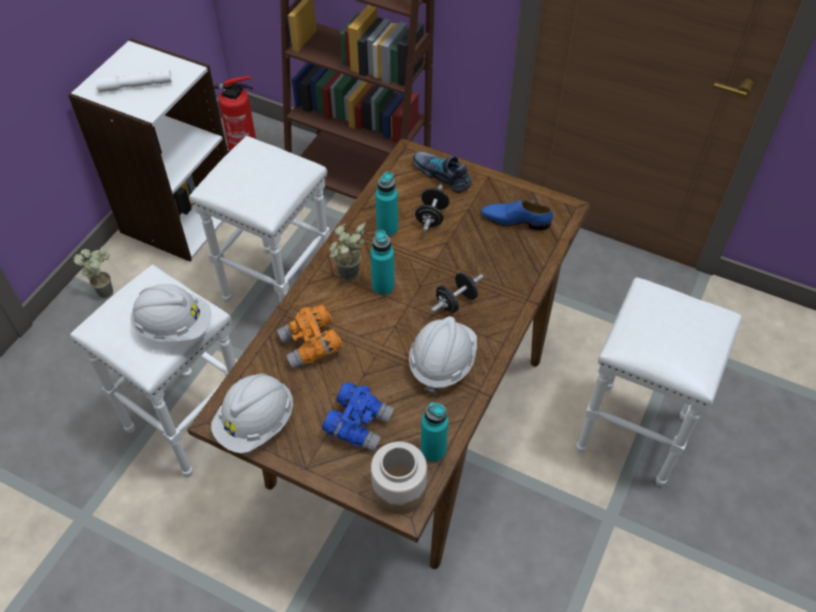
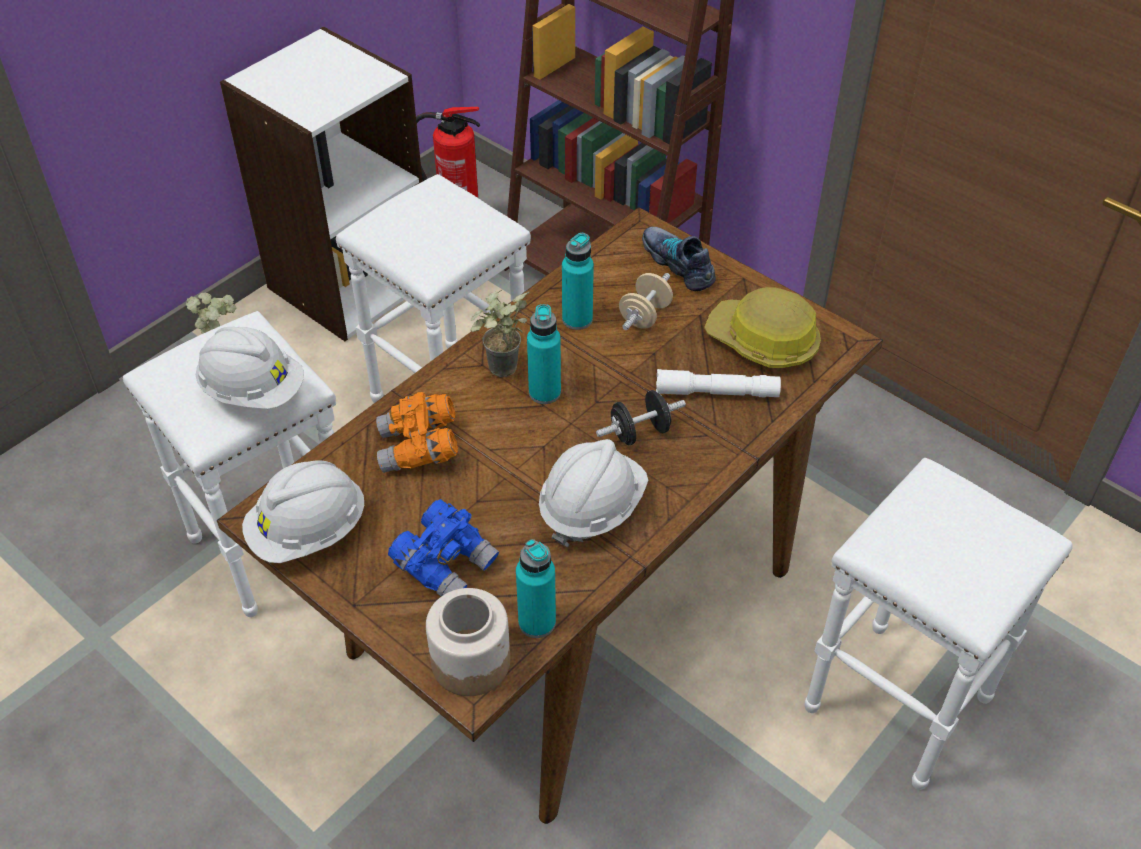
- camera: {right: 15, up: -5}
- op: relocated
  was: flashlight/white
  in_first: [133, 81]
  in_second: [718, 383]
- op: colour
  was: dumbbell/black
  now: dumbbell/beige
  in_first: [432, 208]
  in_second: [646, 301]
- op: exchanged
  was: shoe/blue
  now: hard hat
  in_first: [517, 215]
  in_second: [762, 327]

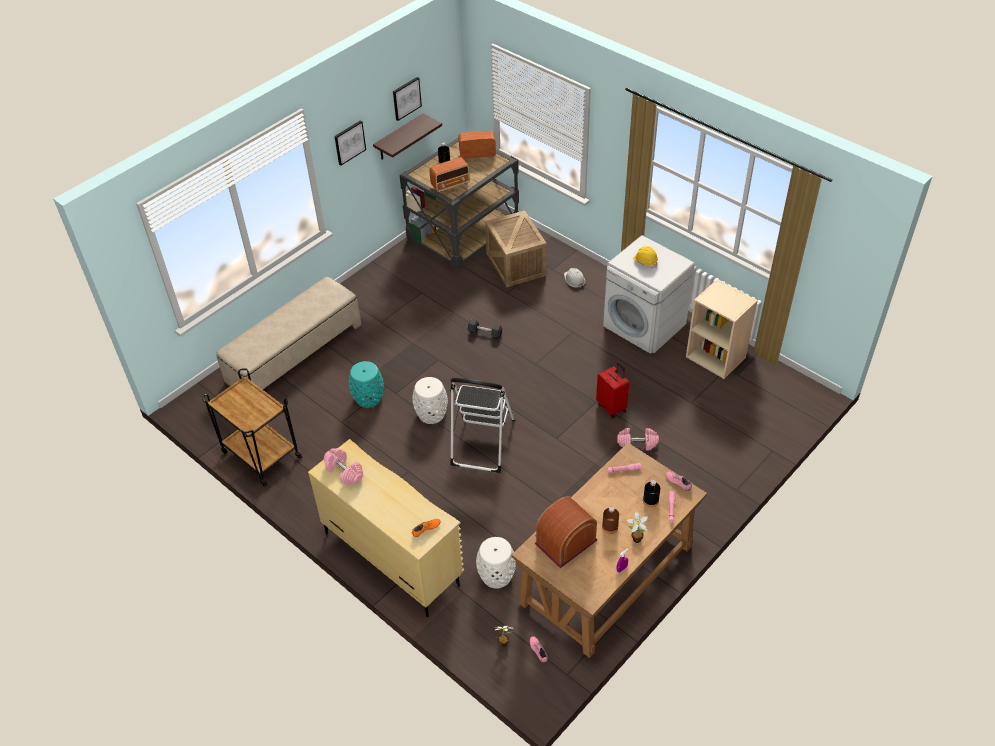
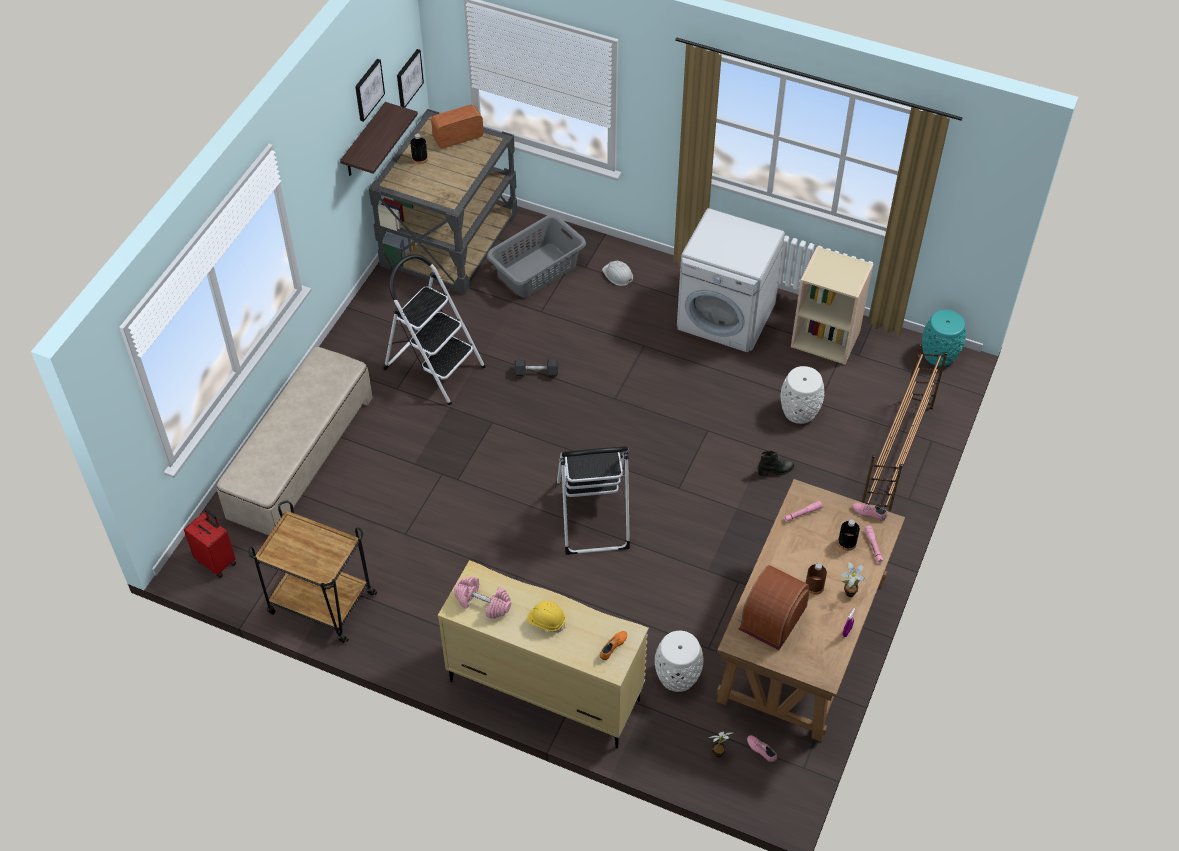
- camera: {right: -20, up: 5}
- op: relocated
  was: picture
  in_first: [350, 142]
  in_second: [410, 78]
- op: missing
  was: radio
  in_first: [449, 174]
- op: exchanged
  was: crate
  now: laundry basket/grey
  in_first: [516, 248]
  in_second: [536, 256]
- op: relocated
  was: hard hat/yellow
  in_first: [645, 257]
  in_second: [546, 616]
- op: relocated
  was: stool/turquoise
  in_first: [366, 384]
  in_second: [944, 338]
- op: relocated
  was: suitcase/red
  in_first: [612, 390]
  in_second: [210, 543]
- op: relocated
  was: stool/white
  in_first: [430, 400]
  in_second: [802, 395]
- op: exchanged
  was: dumbbell/pink
  now: boot/black
  in_first: [638, 439]
  in_second: [776, 463]
- op: appeared
  now: step ladder
  in_second: [434, 329]
- op: appeared
  now: shoe rack/brown
  in_second: [904, 428]

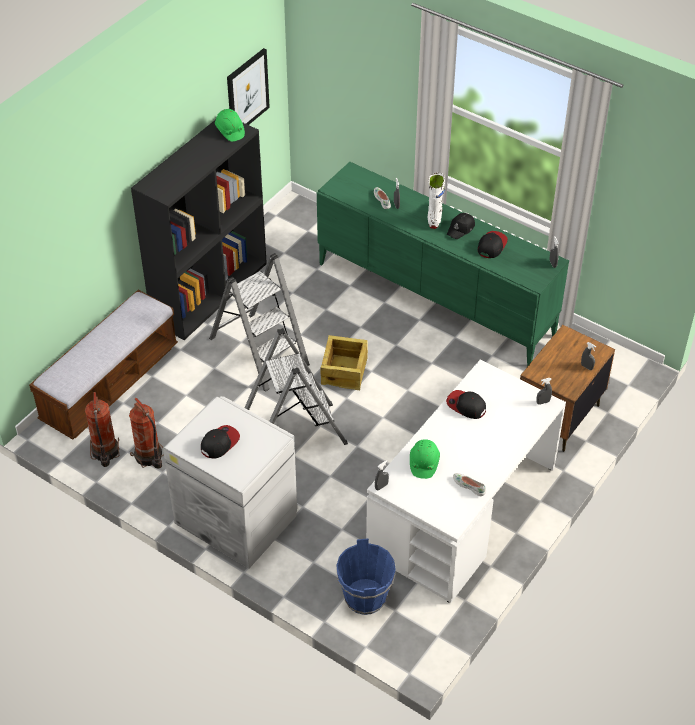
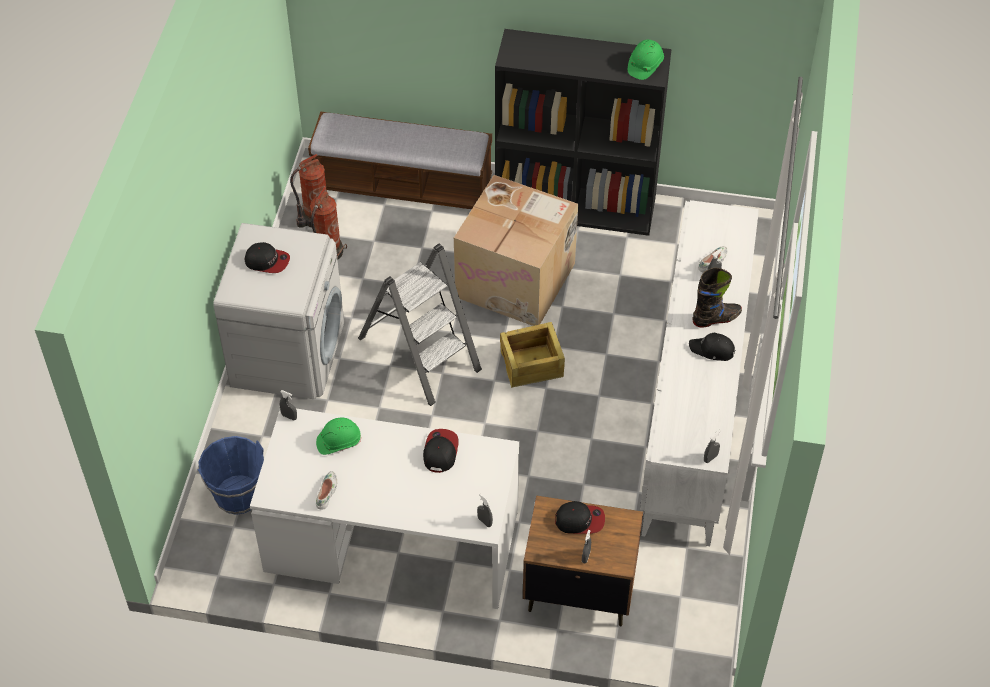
- camera: {right: 65, up: 5}
- op: missing
  was: picture
  in_first: [248, 86]
- op: colour
  was: cabinet/green
  now: cabinet/white
  in_first: [443, 264]
  in_second: [699, 373]
- op: colour
  was: boot/white
  now: boot/black
  in_first: [436, 201]
  in_second: [717, 298]
- op: relocated
  was: cap
  in_first: [493, 244]
  in_second: [580, 517]
- op: exchanged
  was: step ladder/grey
  now: cardboard box
  in_first: [259, 322]
  in_second: [516, 250]

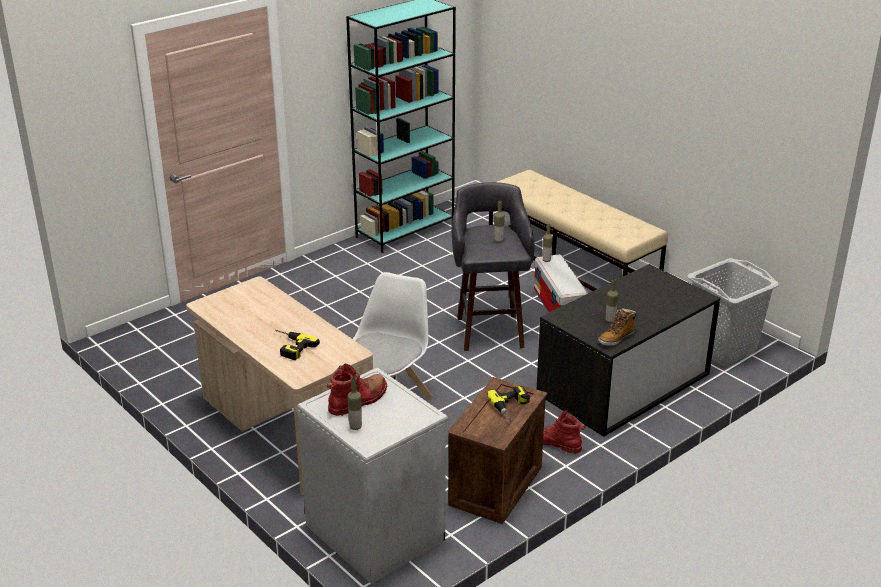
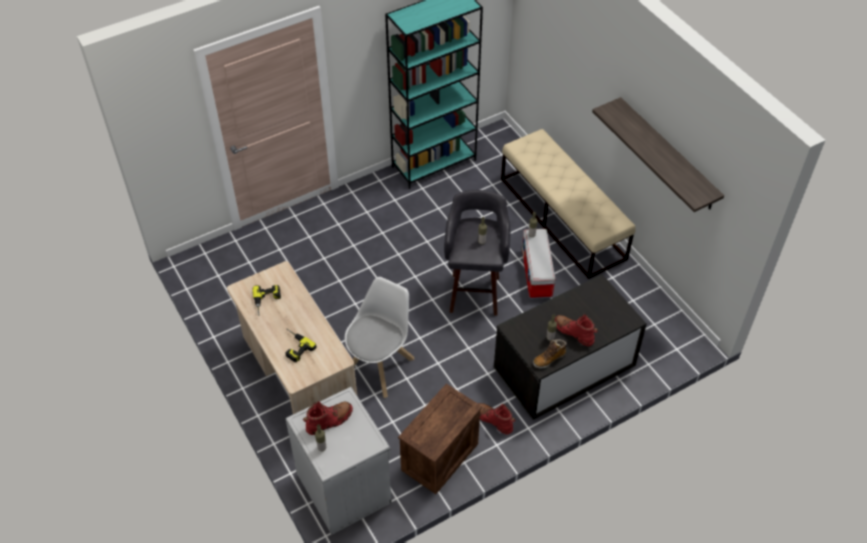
- camera: {right: 10, up: 20}
- op: missing
  was: laundry basket/grey
  in_first: [733, 312]
- op: relocated
  was: power drill
  in_first: [508, 404]
  in_second: [266, 300]
- op: appeared
  now: shelf
  in_second: [658, 154]
- op: appeared
  now: boot/red
  in_second: [576, 330]

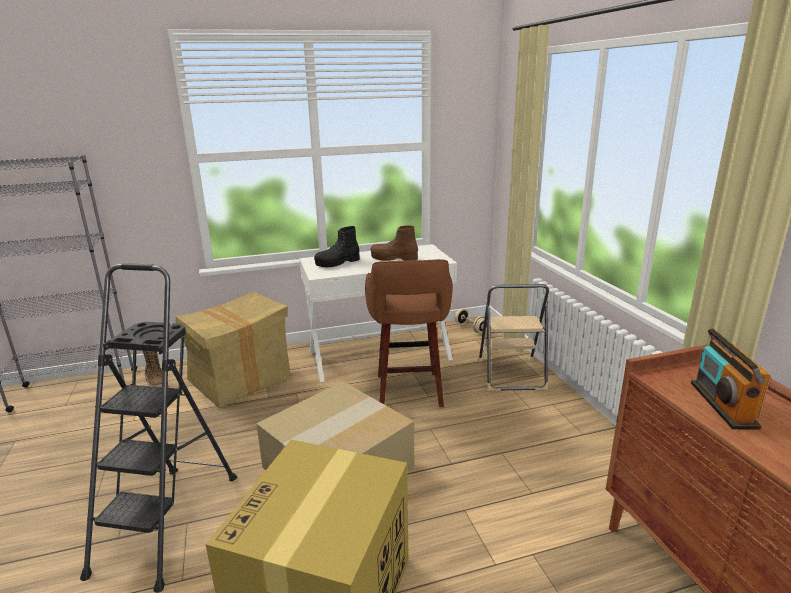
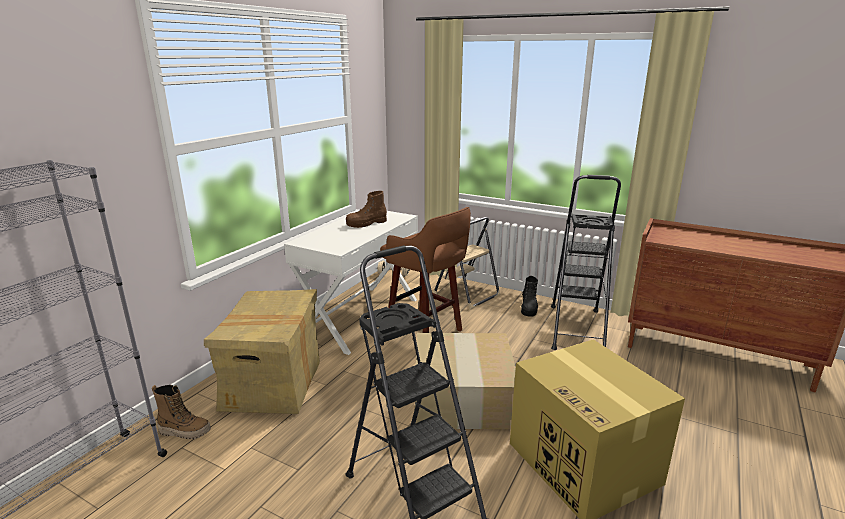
- camera: {right: -45, up: 0}
- op: relocated
  was: boot/black
  in_first: [337, 246]
  in_second: [529, 296]
- op: missing
  was: radio
  in_first: [731, 379]
- op: appeared
  now: step ladder
  in_second: [586, 262]

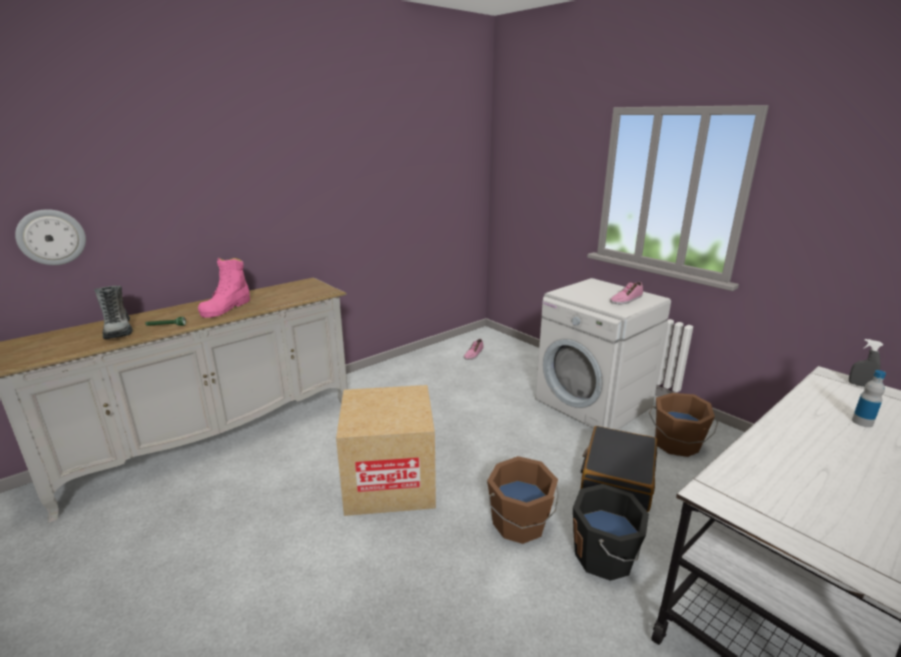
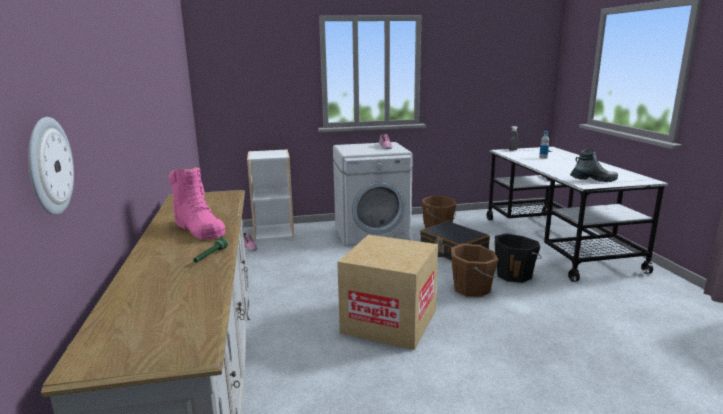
- camera: {right: -60, up: -5}
- op: relocated
  was: boot
  in_first: [113, 312]
  in_second: [594, 165]
- op: appeared
  now: bookcase
  in_second: [270, 195]

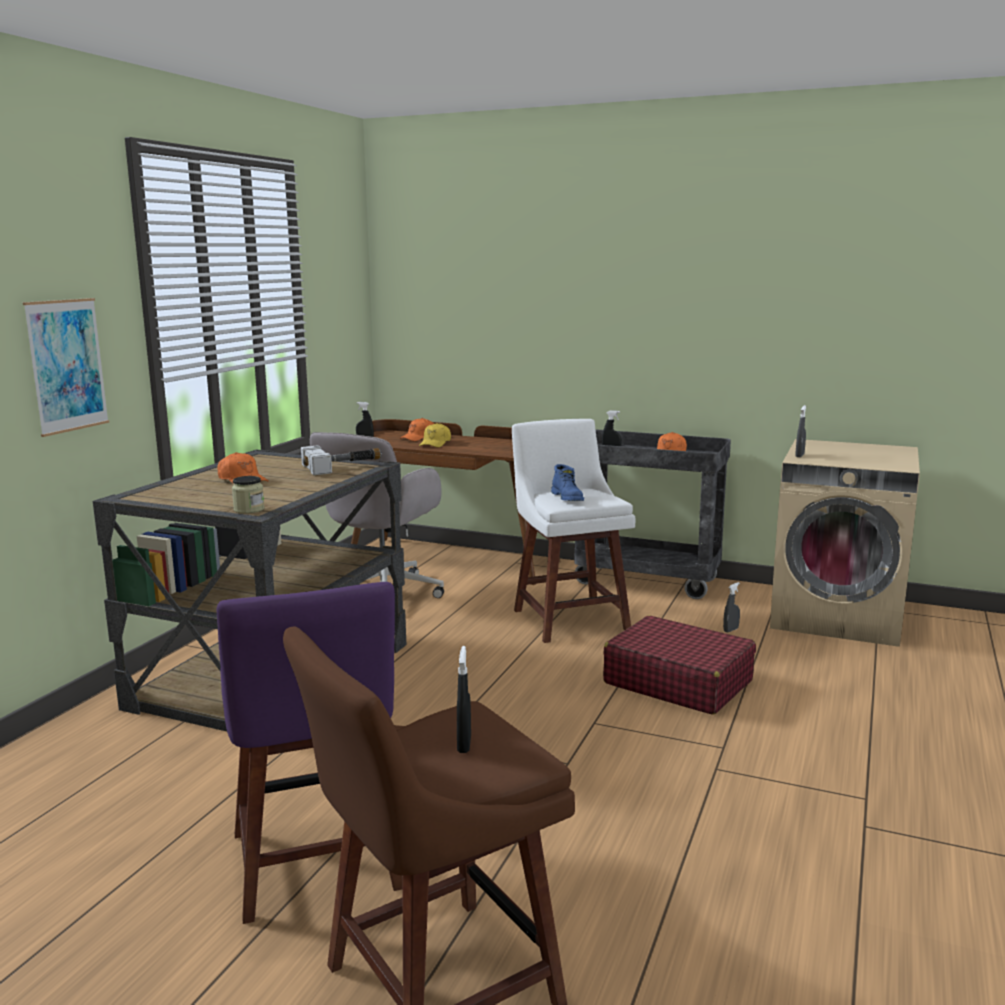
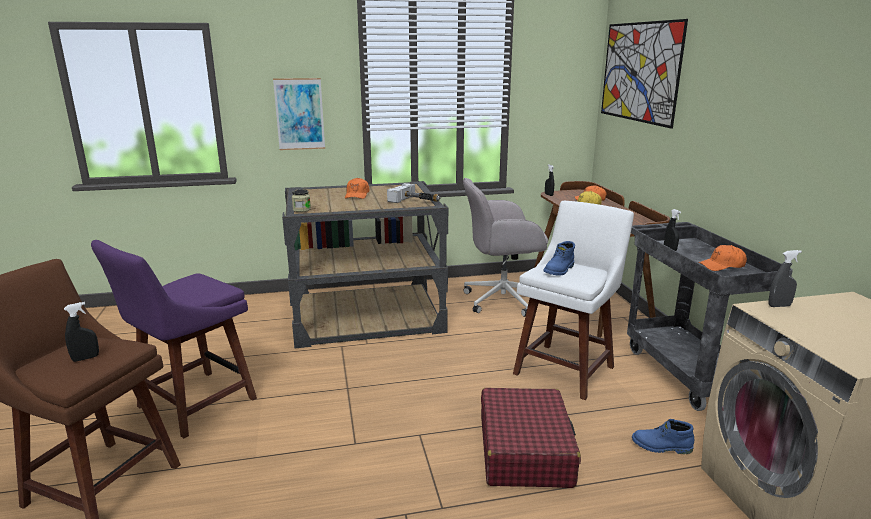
- camera: {right: 55, up: 5}
- op: exchanged
  was: spray bottle/grey
  now: boot/blue
  in_first: [731, 607]
  in_second: [663, 436]
- op: appeared
  now: picture
  in_second: [644, 74]

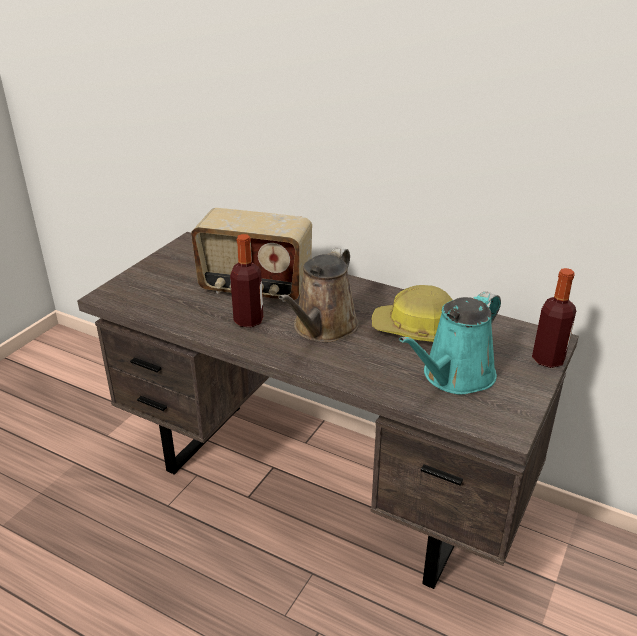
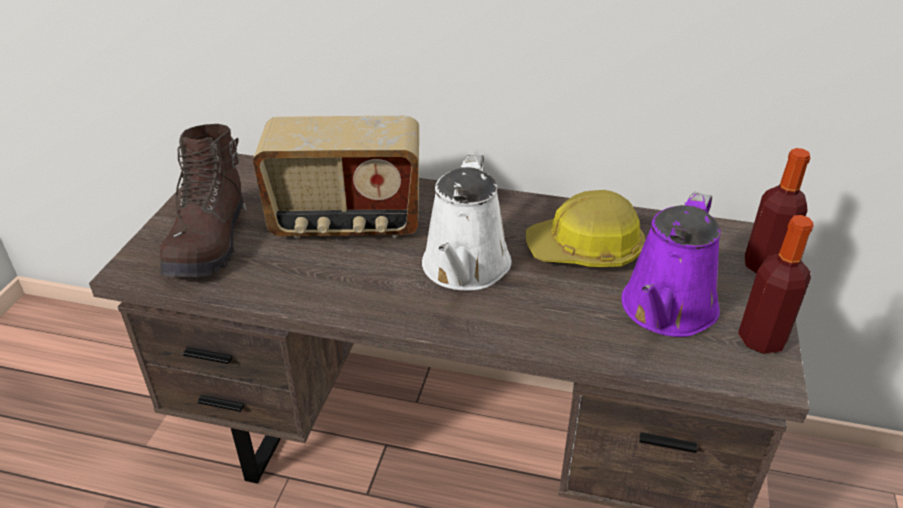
- camera: {right: -15, up: 5}
- op: relocated
  was: bottle
  in_first: [246, 280]
  in_second: [776, 284]
- op: colour
  was: watering can/brown
  now: watering can/white
  in_first: [318, 295]
  in_second: [466, 222]
- op: colour
  was: watering can/turquoise
  now: watering can/purple
  in_first: [450, 343]
  in_second: [671, 264]
- op: appeared
  now: boot/brown
  in_second: [203, 200]

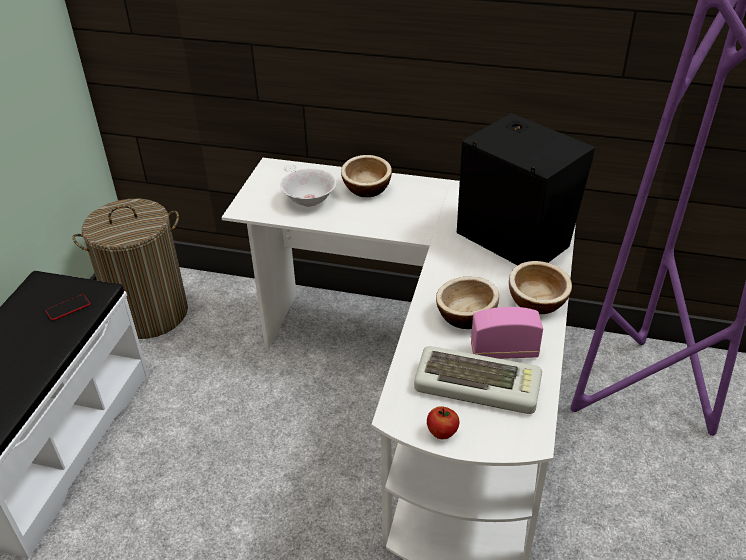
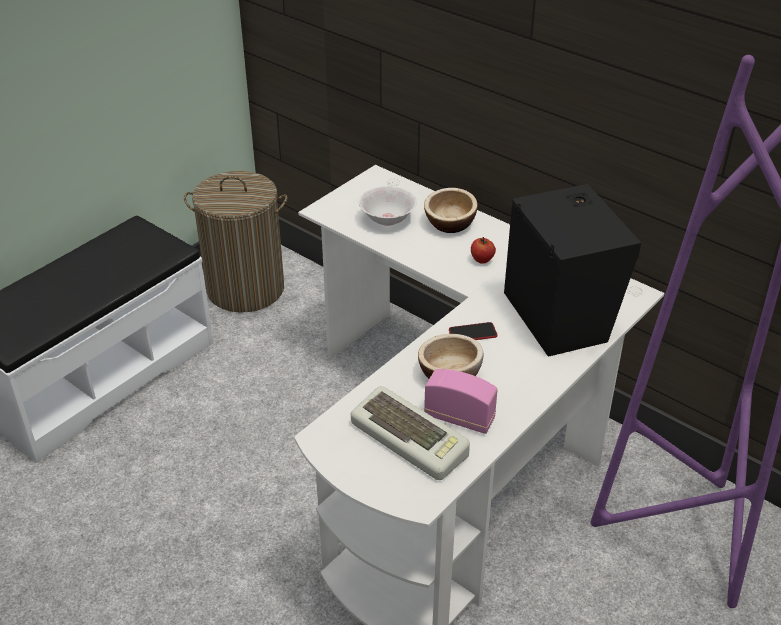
- camera: {right: 25, up: 0}
- op: missing
  was: bowl
  in_first: [540, 287]
- op: relocated
  was: phone
  in_first: [68, 307]
  in_second: [473, 331]
- op: relocated
  was: apple
  in_first: [443, 422]
  in_second: [483, 250]

